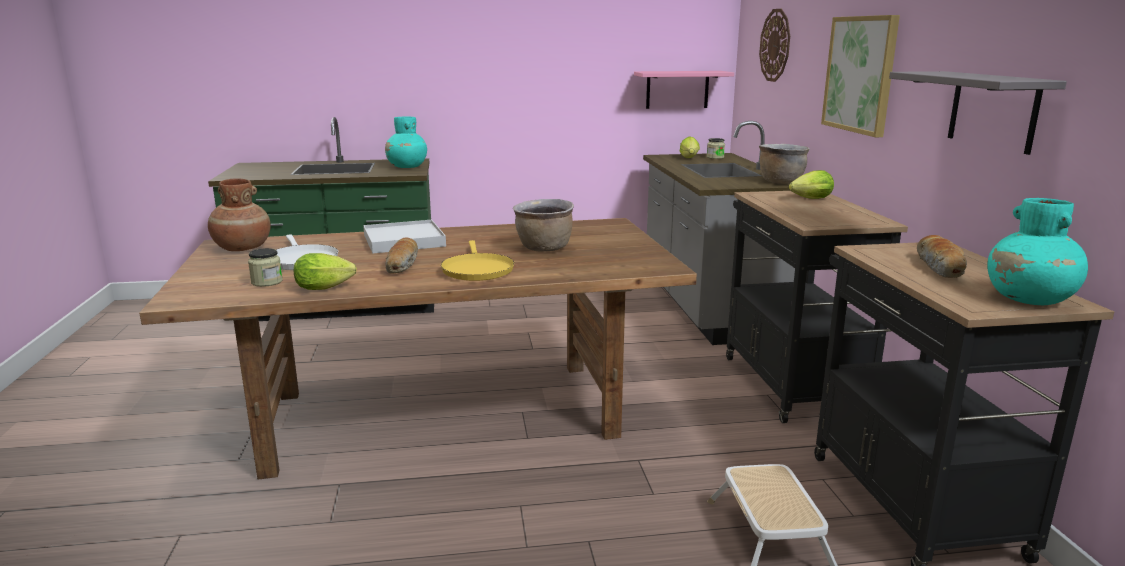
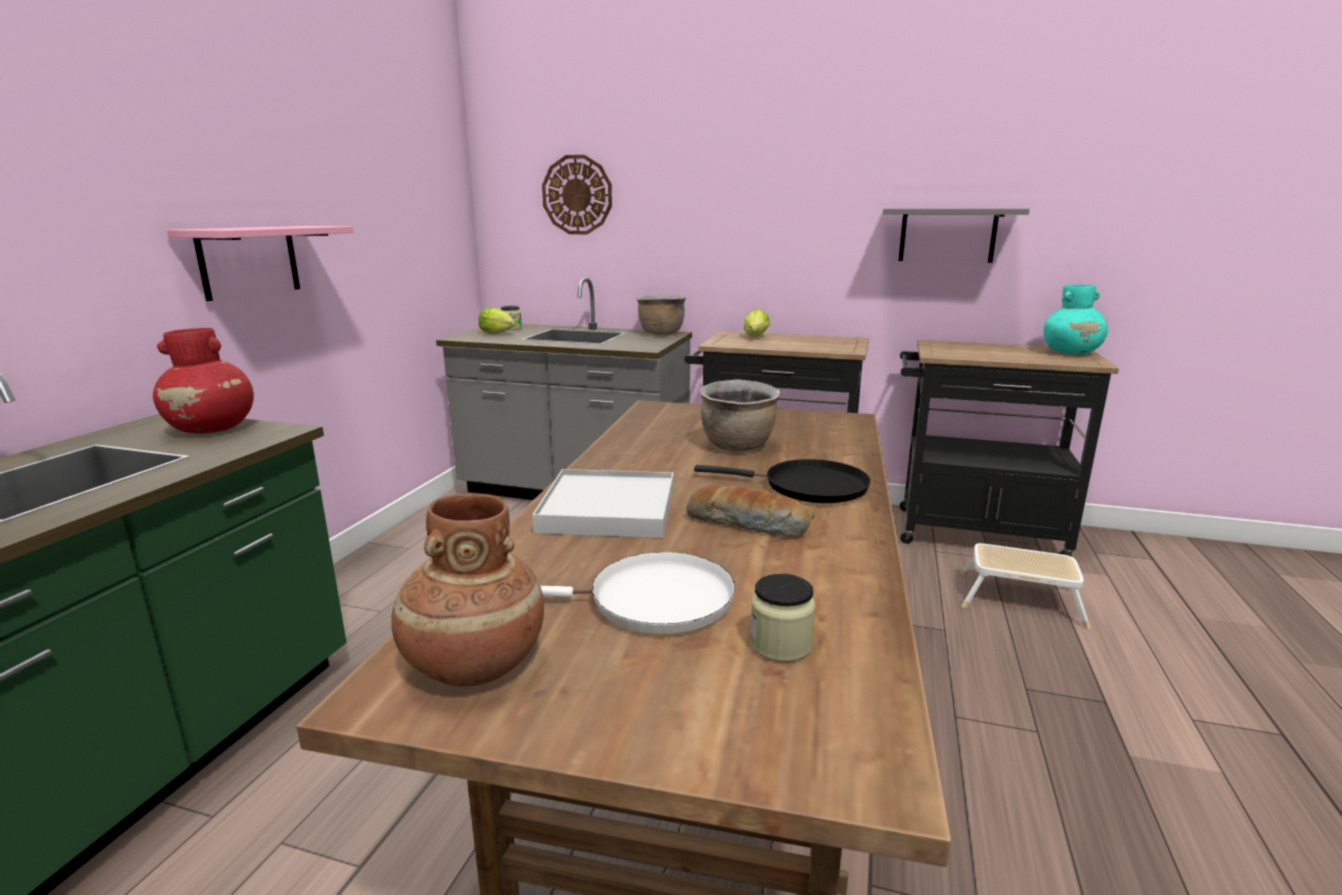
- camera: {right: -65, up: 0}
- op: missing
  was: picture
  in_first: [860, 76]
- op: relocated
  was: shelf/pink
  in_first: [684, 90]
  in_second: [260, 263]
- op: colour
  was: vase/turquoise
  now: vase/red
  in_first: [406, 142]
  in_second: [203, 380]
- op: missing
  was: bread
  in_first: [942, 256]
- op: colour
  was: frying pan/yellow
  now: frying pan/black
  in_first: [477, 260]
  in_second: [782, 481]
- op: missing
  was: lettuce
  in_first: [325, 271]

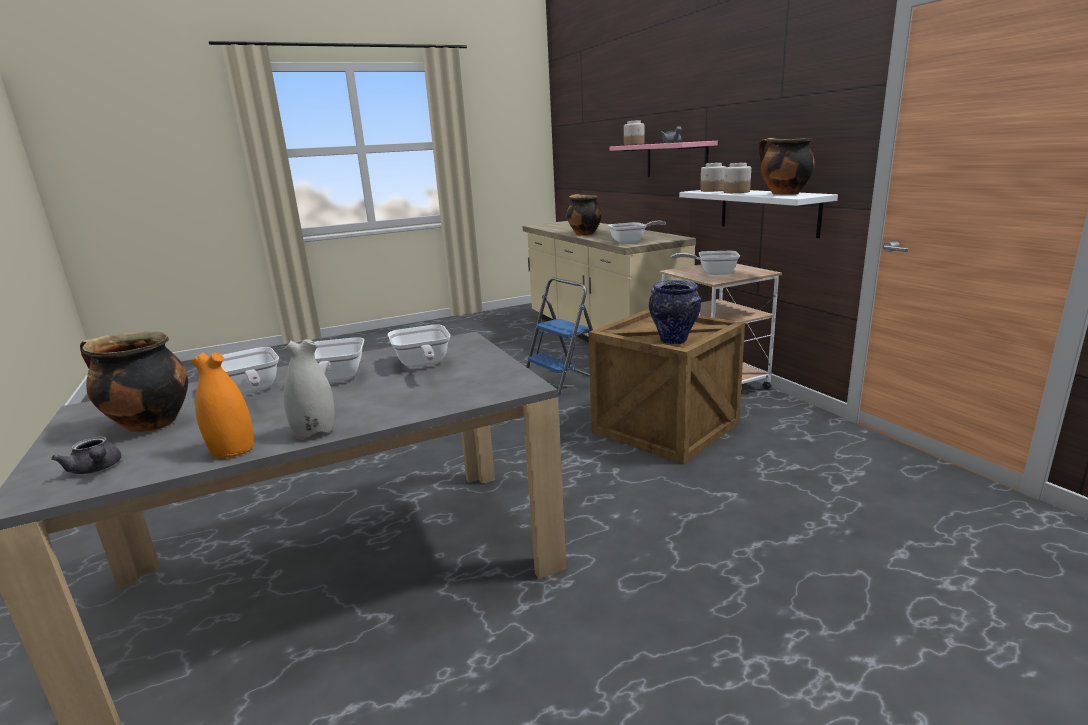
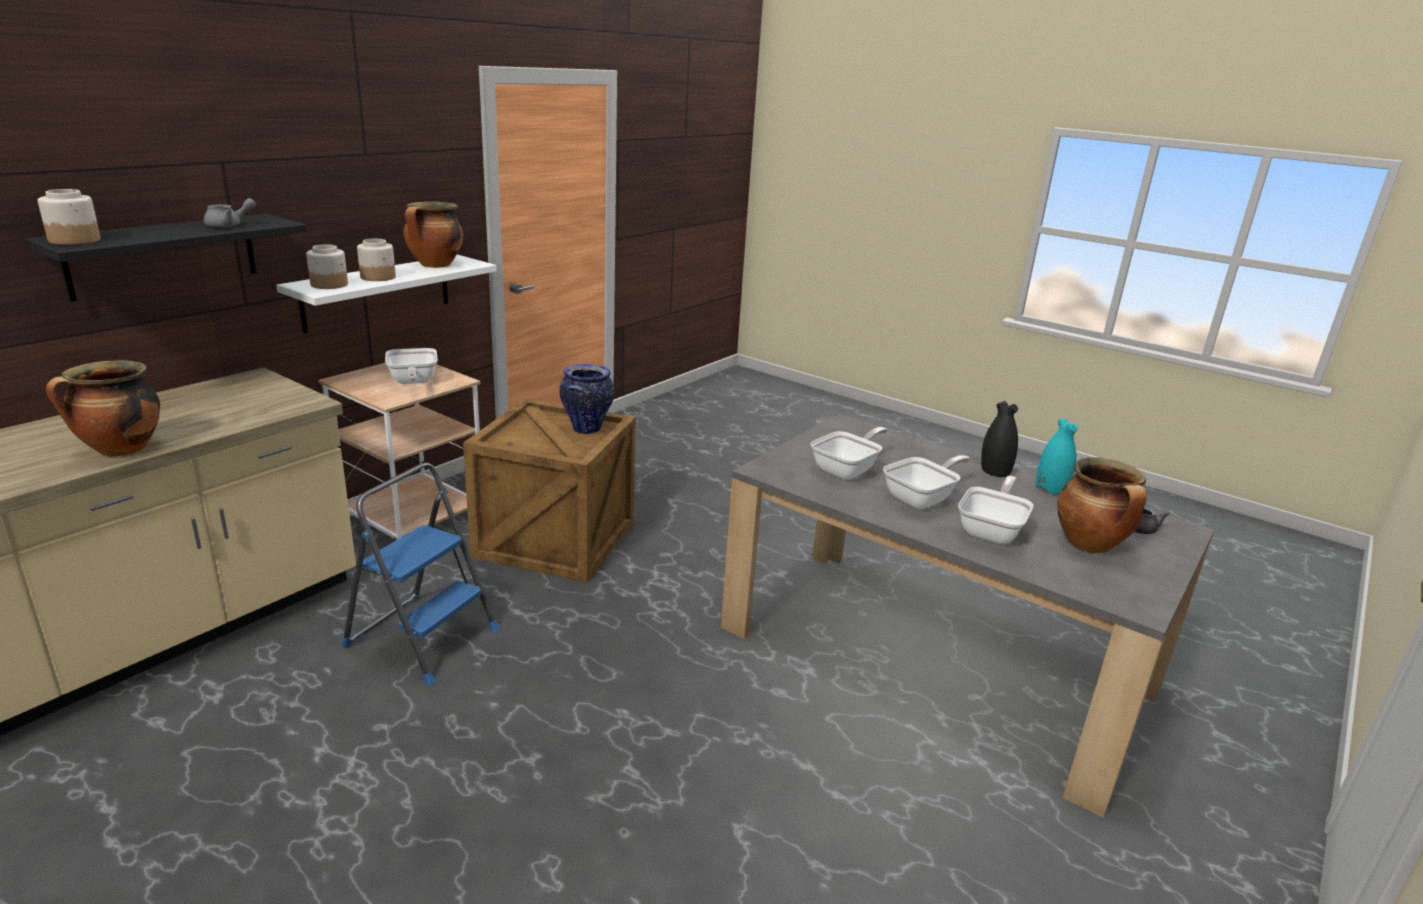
- camera: {right: -120, up: 5}
- op: colour
  was: shelf/pink
  now: shelf/black
  in_first: [664, 159]
  in_second: [165, 258]
- op: missing
  was: frying pan
  in_first: [637, 232]
- op: colour
  was: vase/white
  now: vase/black
  in_first: [309, 389]
  in_second: [999, 439]
- op: colour
  was: vase/orange
  now: vase/turquoise
  in_first: [223, 405]
  in_second: [1057, 456]

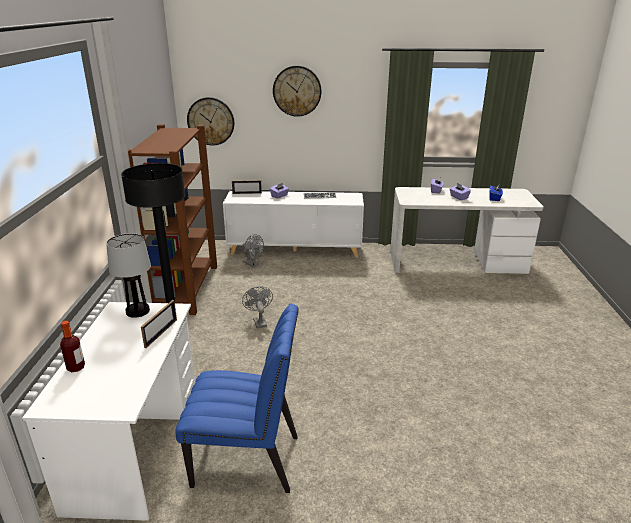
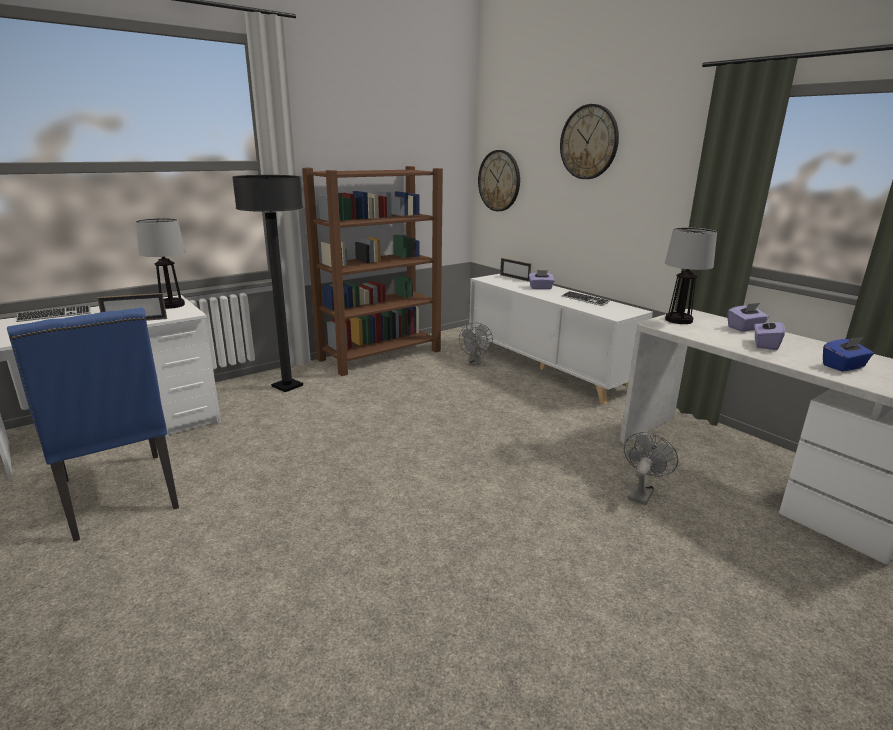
- camera: {right: 50, up: -5}
- op: relocated
  was: fan/grey
  in_first: [257, 307]
  in_second: [651, 468]
- op: exchanged
  was: bottle
  now: keyboard
  in_first: [72, 346]
  in_second: [53, 313]
- op: appeared
  now: table lamp
  in_second: [691, 275]

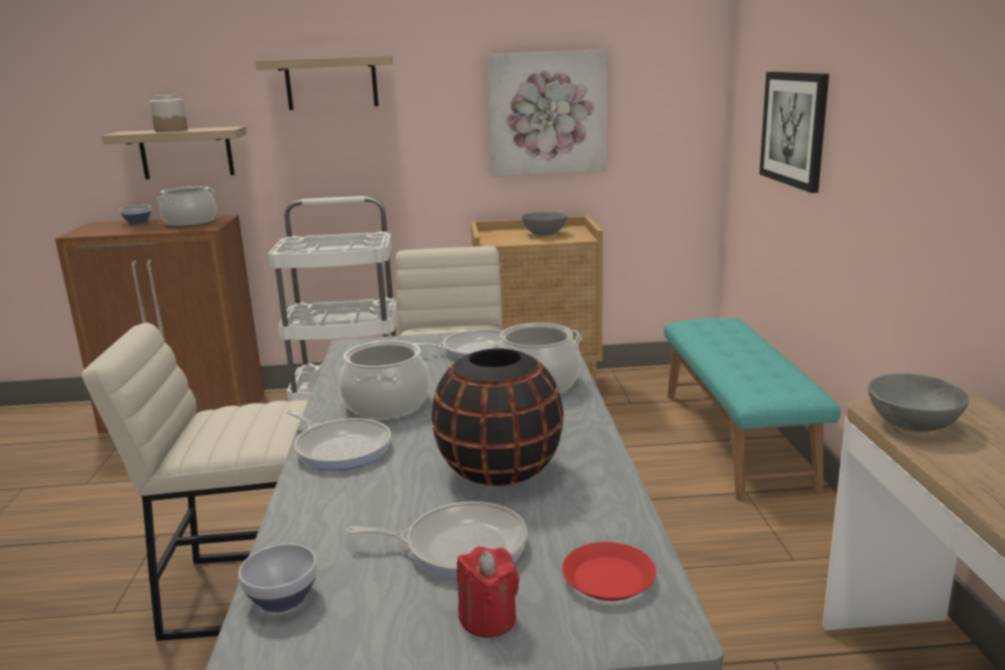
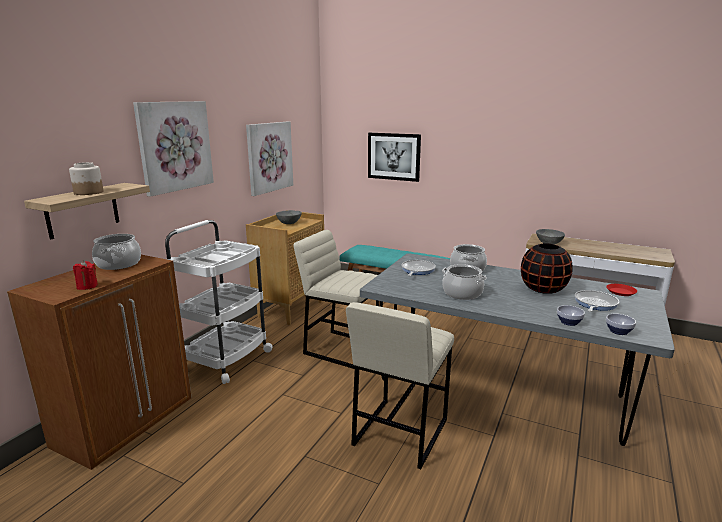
- camera: {right: -60, up: 0}
- op: exchanged
  was: shelf
  now: picture
  in_first: [324, 82]
  in_second: [173, 149]
- op: relocated
  was: bowl
  in_first: [135, 214]
  in_second: [571, 315]
- op: missing
  was: frying pan
  in_first: [338, 440]
- op: relocated
  was: candle/red
  in_first: [488, 592]
  in_second: [85, 275]

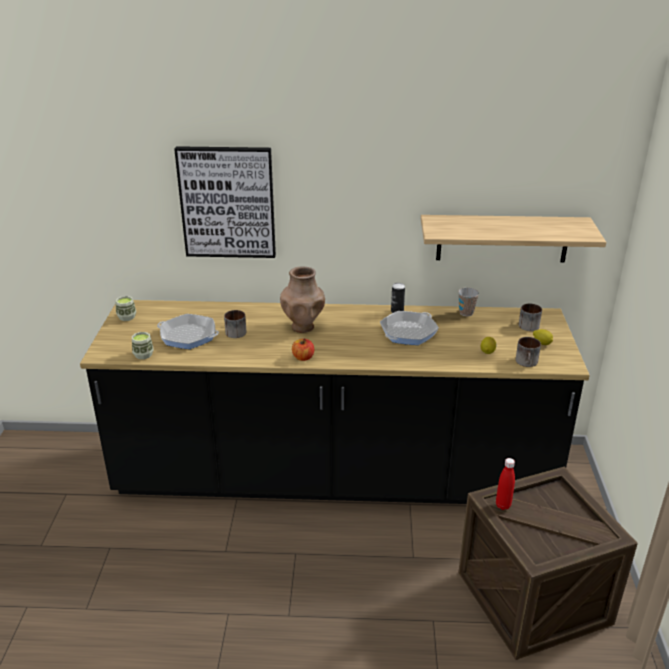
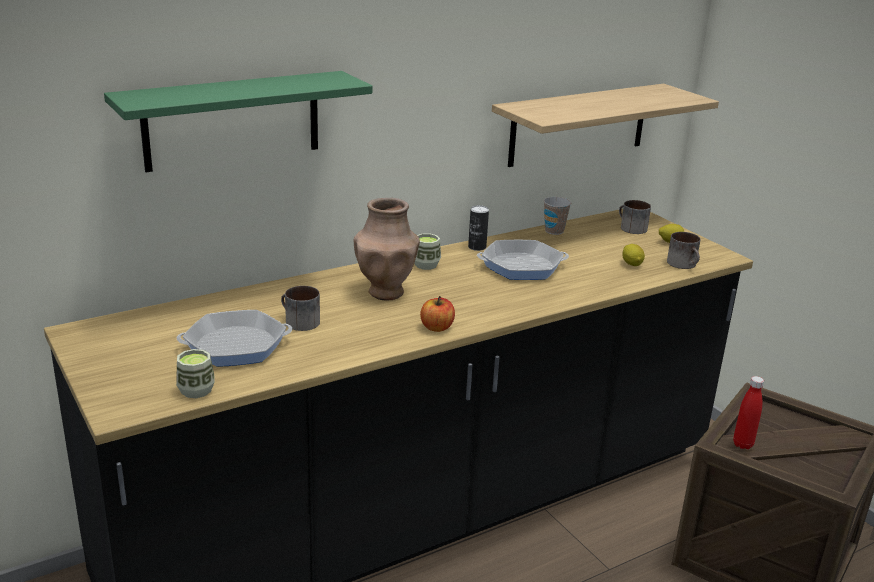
- camera: {right: -35, up: -5}
- op: exchanged
  was: picture
  now: shelf/green
  in_first: [225, 202]
  in_second: [238, 121]
- op: relocated
  was: cup
  in_first: [125, 308]
  in_second: [427, 252]
- op: spun
  was: frying pan
  in_first: [409, 328]
  in_second: [523, 260]
  clockwise: -105

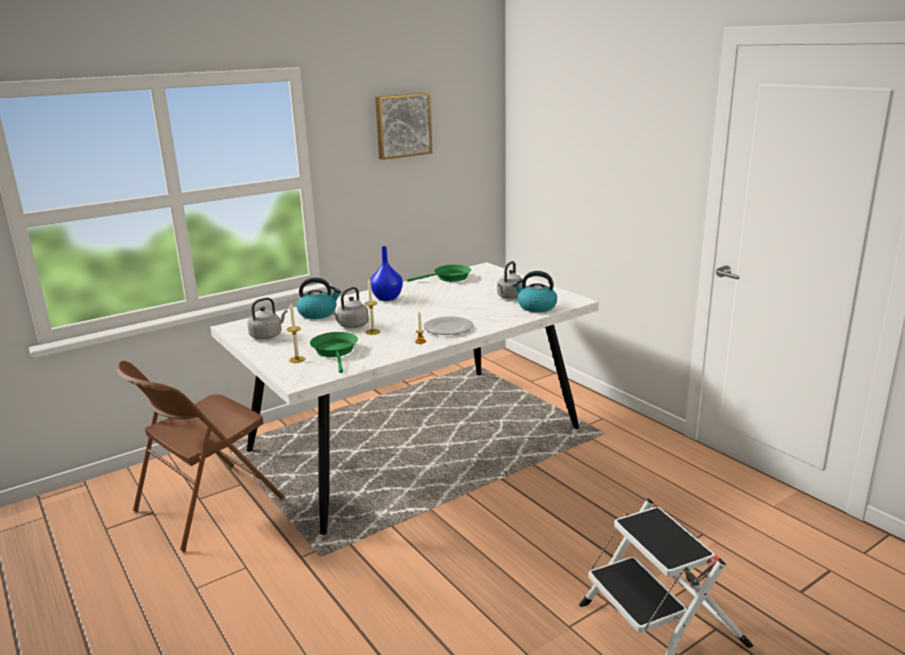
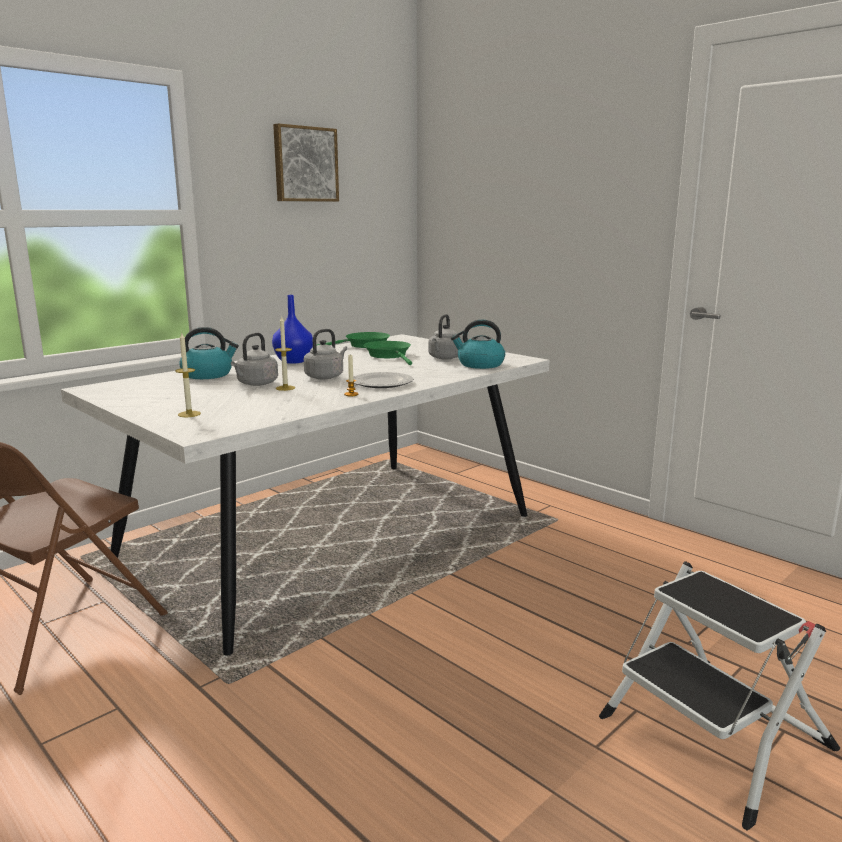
- camera: {right: -10, up: -5}
- op: relocated
  was: kettle/grey
  in_first: [267, 318]
  in_second: [325, 354]
- op: relocated
  was: frying pan/green
  in_first: [334, 352]
  in_second: [388, 353]

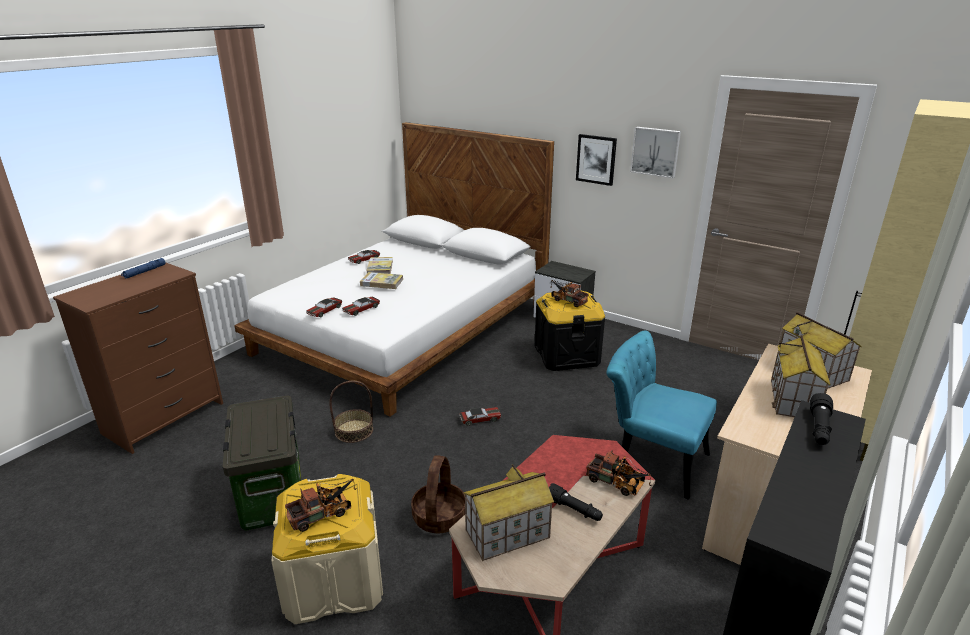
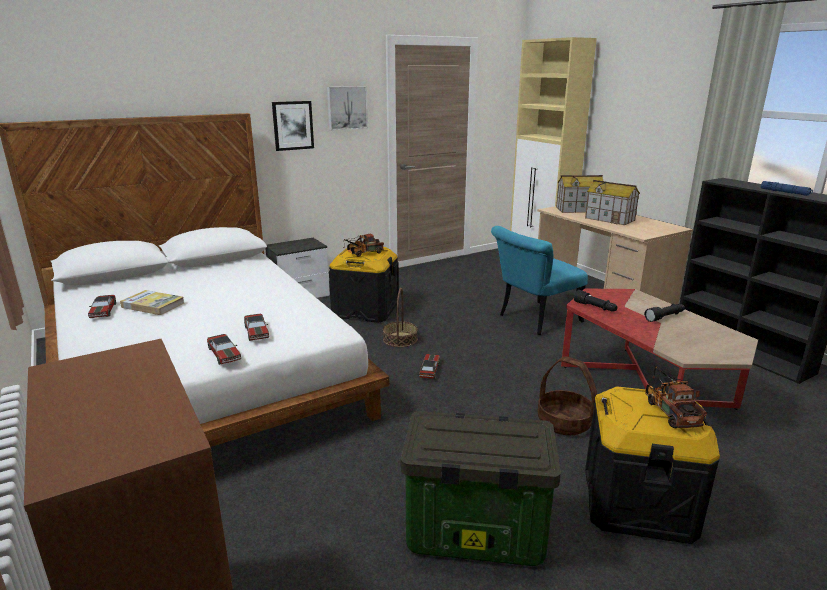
- camera: {right: -65, up: -5}
- op: relocated
  was: flashlight/blue
  in_first: [143, 268]
  in_second: [787, 188]
- op: missing
  was: book
  in_first: [381, 280]
- op: relocated
  was: basket
  in_first: [351, 412]
  in_second: [400, 317]
- op: relocated
  was: flashlight/black
  in_first: [821, 419]
  in_second: [595, 301]
- op: missing
  was: toy truck
  in_first: [618, 473]
- op: missing
  was: toy house
  in_first: [508, 512]
- op: colour
  was: storage box/beige
  now: storage box/black
  in_first: [327, 549]
  in_second: [652, 465]

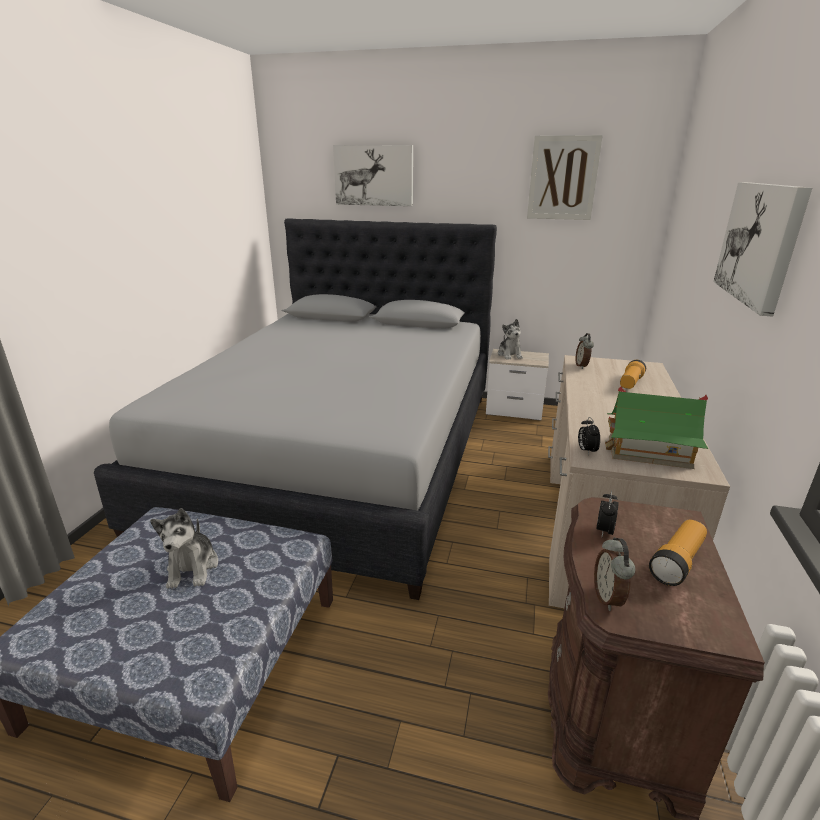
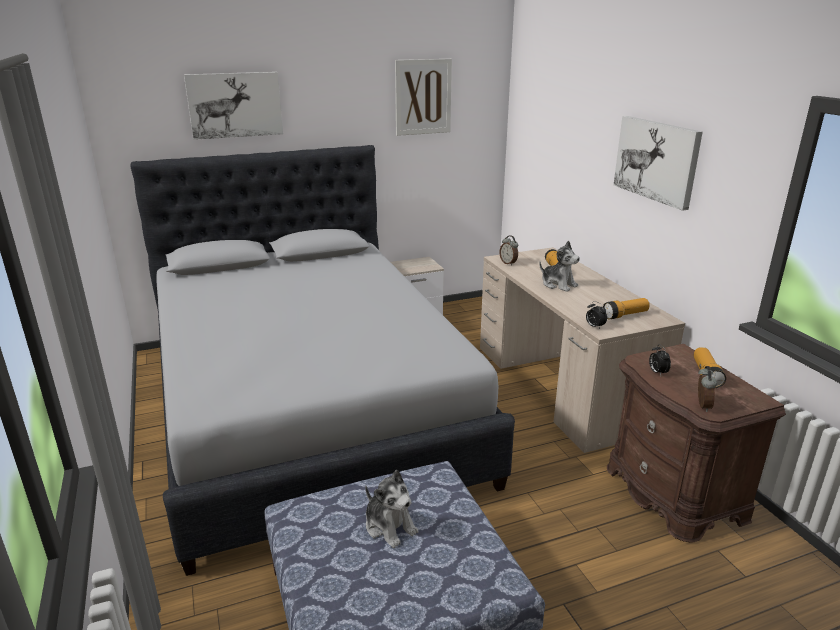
- camera: {right: -35, up: 0}
- op: relocated
  was: plush toy
  in_first: [510, 339]
  in_second: [559, 266]
- op: exchanged
  was: toy house
  now: flashlight
  in_first: [656, 427]
  in_second: [626, 308]
- op: spun
  was: alarm clock
  in_first: [614, 574]
  in_second: [707, 389]
  clockwise: -135

